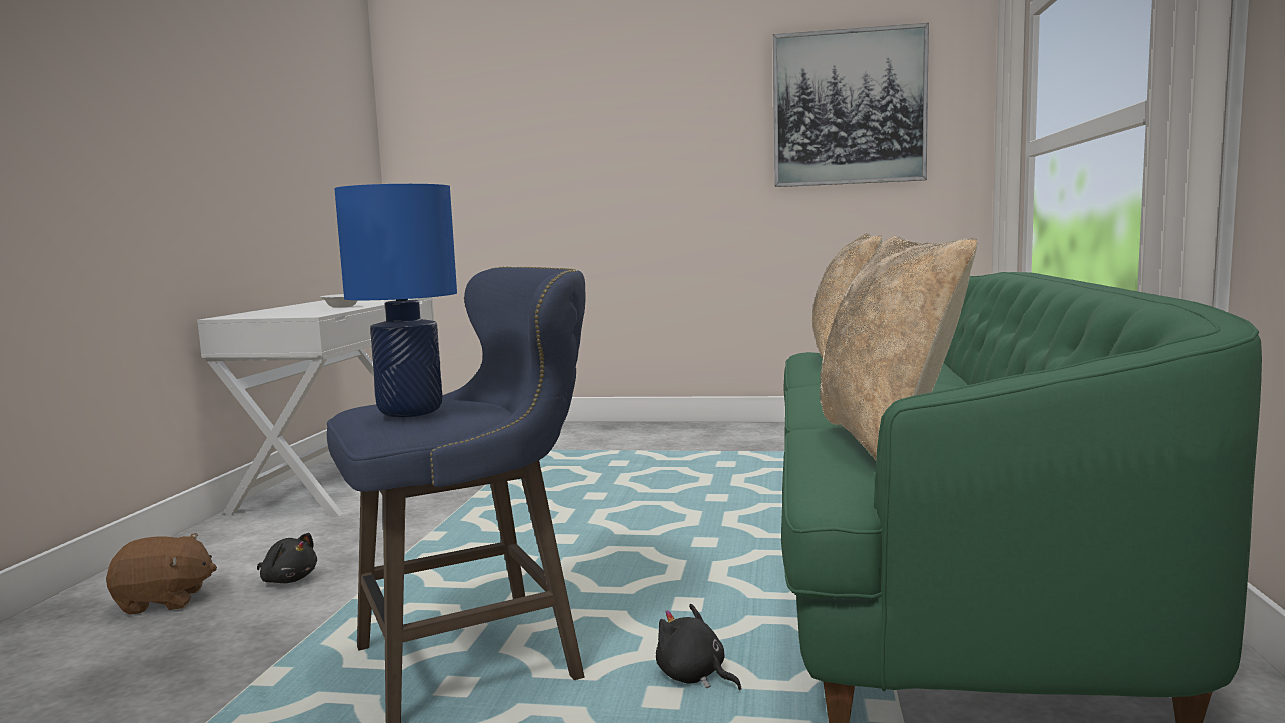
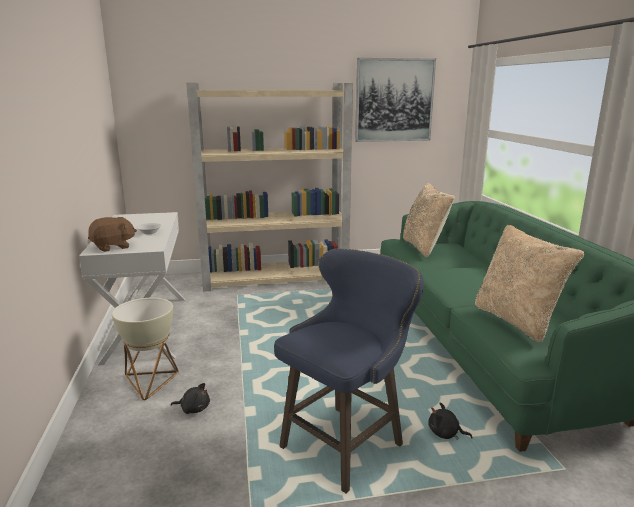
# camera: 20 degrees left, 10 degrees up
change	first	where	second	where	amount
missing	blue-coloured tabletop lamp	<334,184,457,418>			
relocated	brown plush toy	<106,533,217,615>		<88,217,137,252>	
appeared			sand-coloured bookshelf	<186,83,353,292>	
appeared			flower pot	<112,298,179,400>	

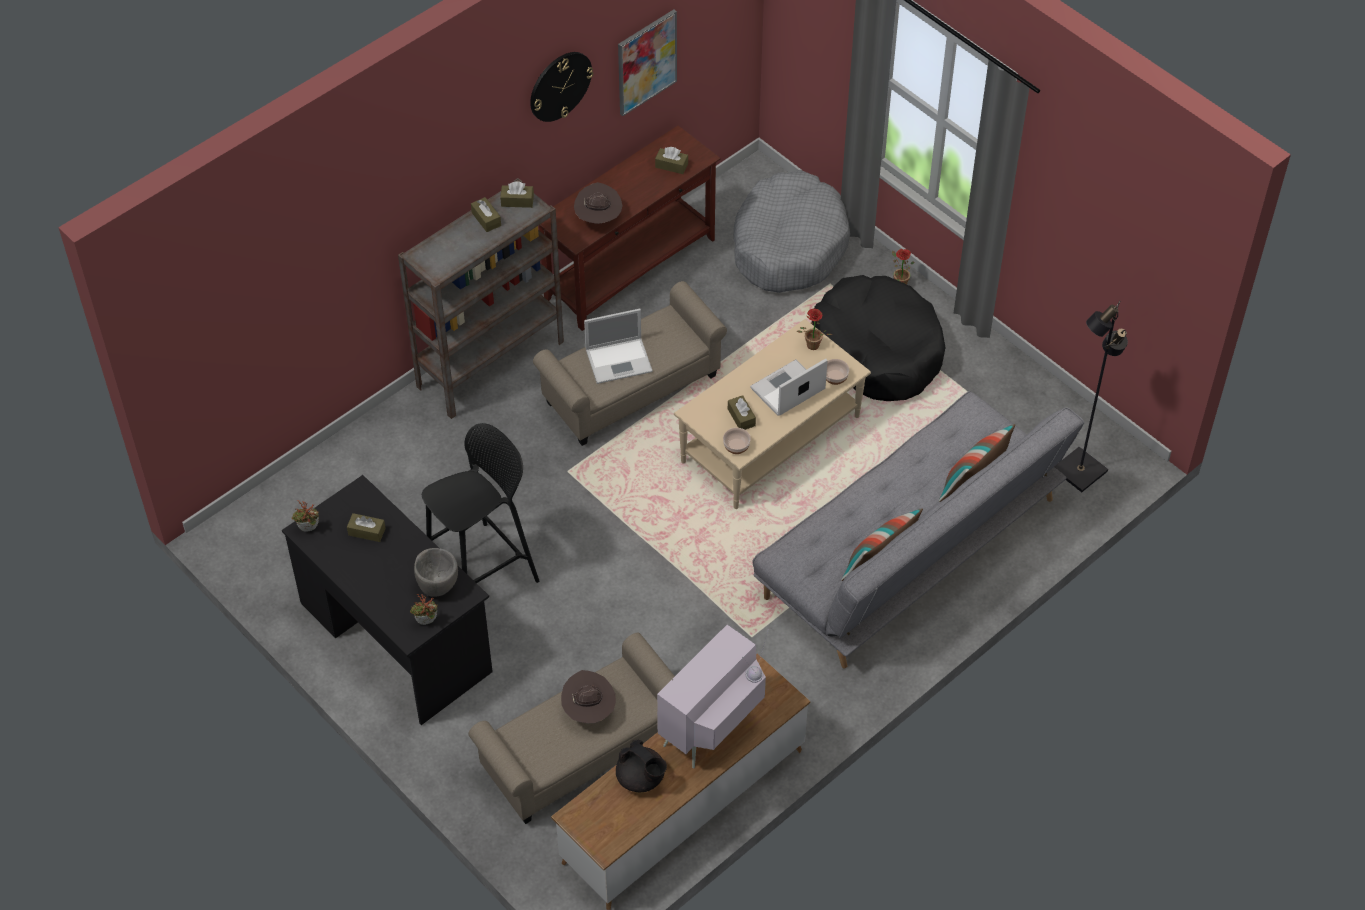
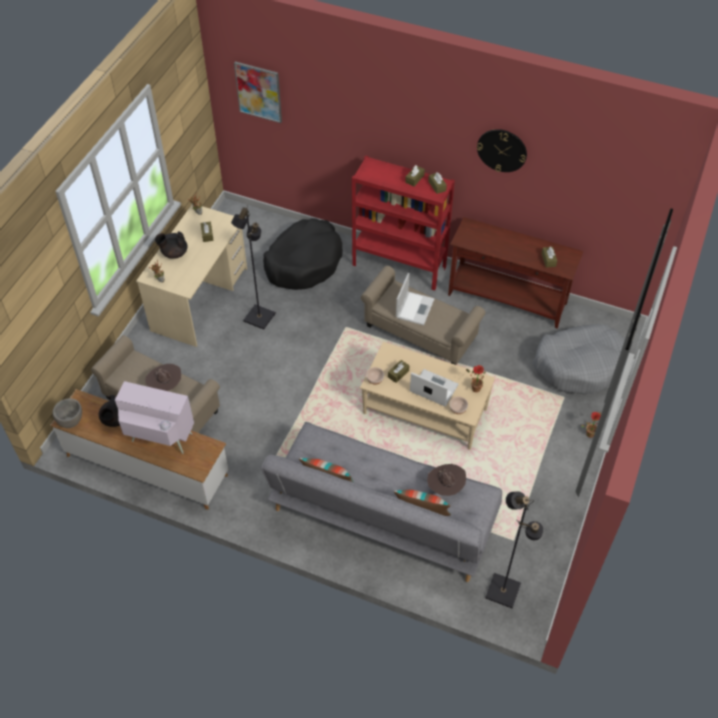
# camera: 65 degrees right, 0 degrees up
change	first	where	second	where	amount
relocated	wall picture	<618,9,677,116>		<234,61,282,123>	
colour	grey bookshelf	<398,178,564,419>	reddish bookshelf	<352,155,455,291>	
relocated	brown clothing hat	<574,182,622,224>		<427,464,466,496>	
relocated	black dog bed	<812,275,945,401>		<263,218,343,290>	
spun	notebook computer	<584,309,653,384>		<396,273,435,325>	120 degrees counterclockwise
exchanged	black stool	<422,423,539,583>	black standard lamp	<231,204,276,330>	
colour	black desk	<282,475,493,725>	sand-coloured desk	<136,205,247,347>	
relocated	grey deep dish	<414,548,458,596>		<53,398,82,428>	
appeared			black pot for tea	<155,231,188,259>	

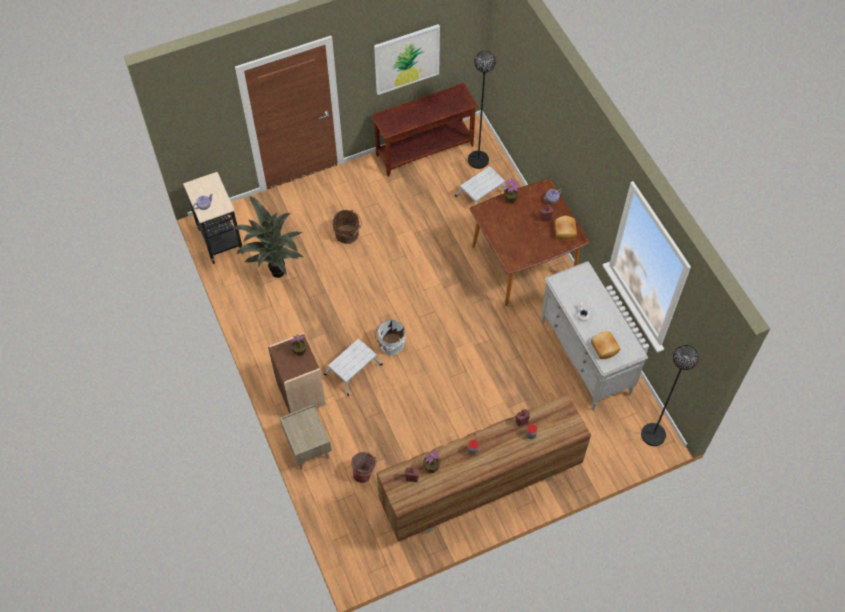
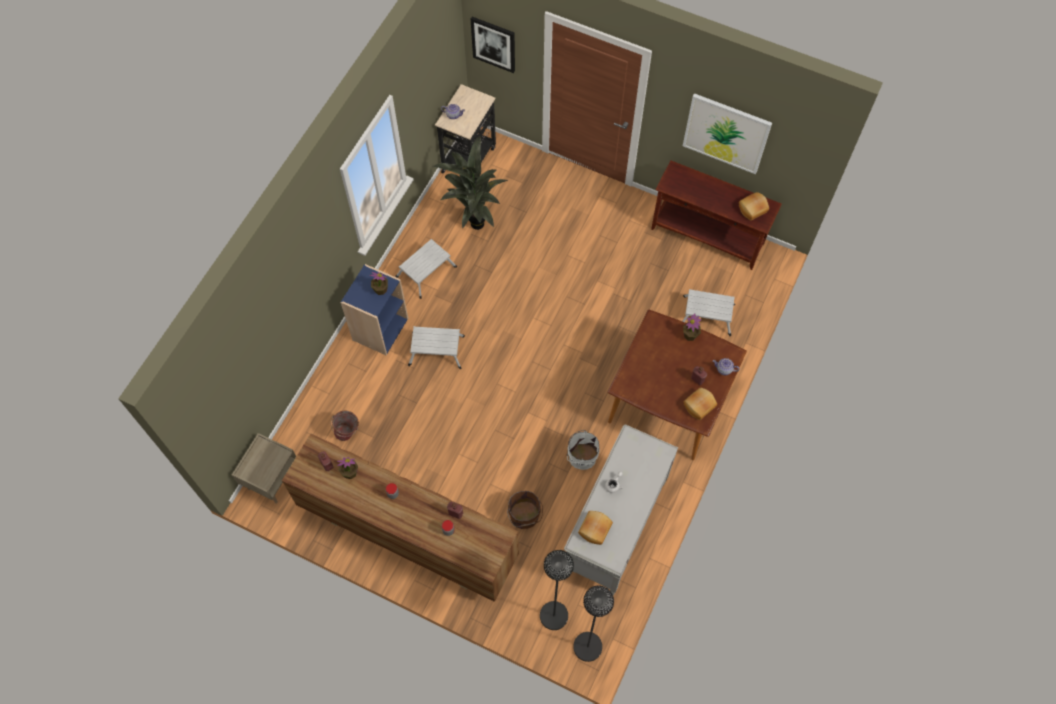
# camera: 50 degrees right, 5 degrees up
change	first	where	second	where	amount
relocated	black standard lamp	<468,51,496,169>		<540,550,574,630>	
relocated	brown bucket	<333,210,362,244>		<507,491,543,529>	
relocated	white bucket	<375,320,406,355>		<567,430,600,470>	
colour	brown bookshelf	<268,333,326,413>	blue-coloured bookshelf	<340,264,408,355>	
relocated	sand-coloured bedside table	<280,404,332,470>		<232,433,296,504>	
appeared			wall picture	<471,17,515,73>	
appeared			baked bread	<739,192,769,220>	
appeared			white step stool	<395,239,457,299>	

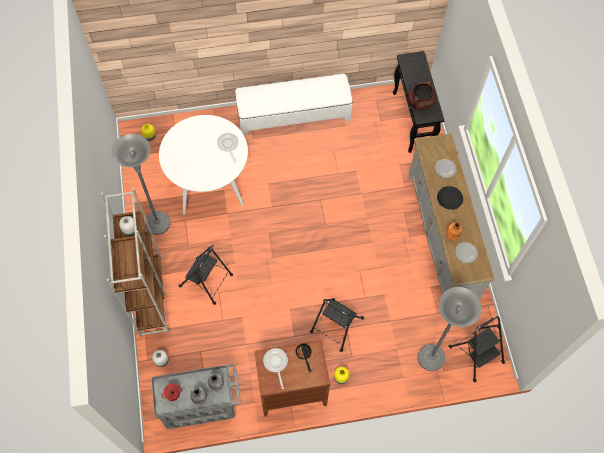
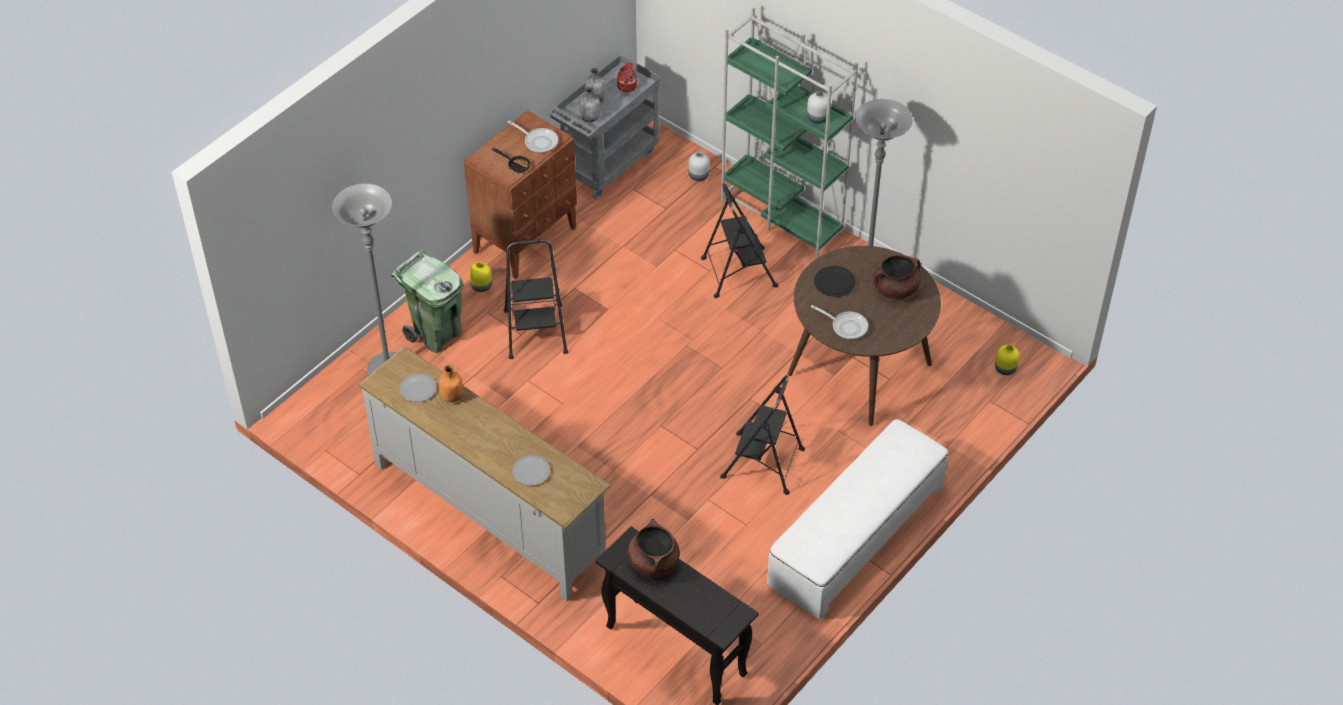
# camera: 140 degrees right, 15 degrees down
change	first	where	second	where	amount
colour	white dining table	<159,115,248,215>	brown dining table	<788,246,941,426>	
relocated	black dinner plate	<437,186,463,210>		<814,266,856,297>	
colour	brown bookshelf	<101,188,169,337>	green-coloured bookshelf	<721,7,858,258>	
relocated	black step stool	<448,316,505,382>		<720,375,805,495>	
appeared			green-coloured rubbish bin	<391,250,463,353>	
appeared			brown cooking pot	<873,254,921,299>	

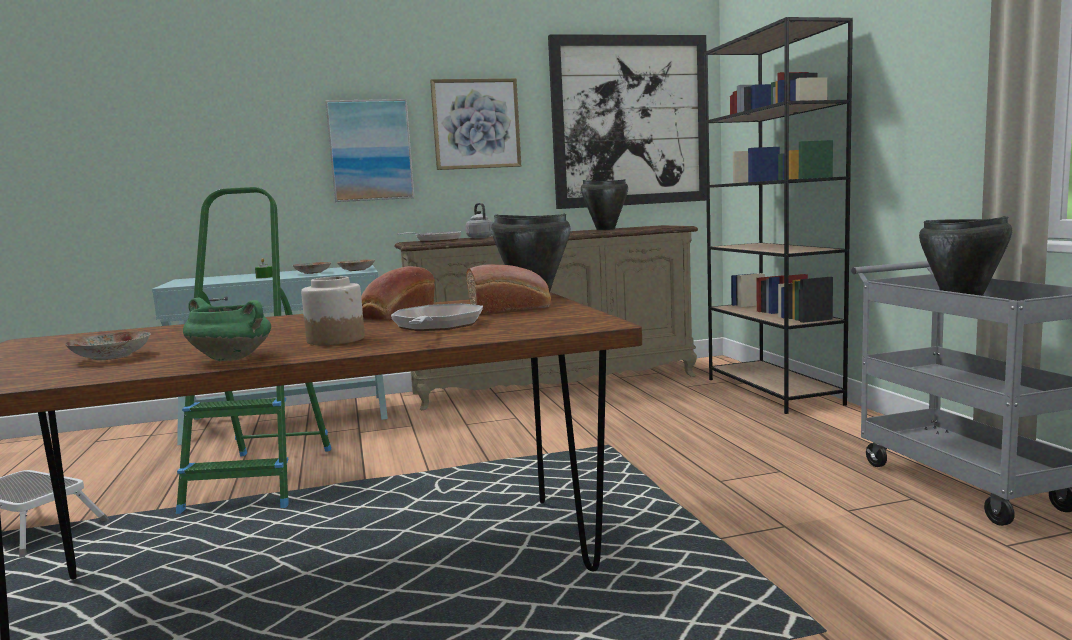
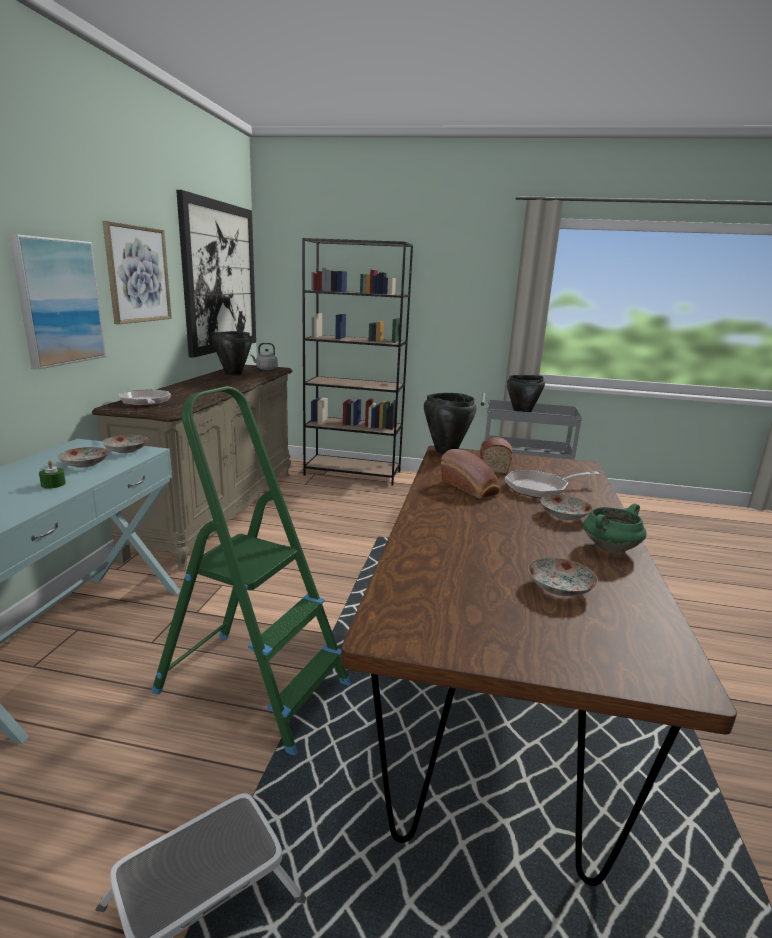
# camera: 65 degrees left, 10 degrees up
change	first	where	second	where	amount
relocated	grey kettle	<466,203,493,238>		<250,343,278,370>	
exchanged	storage jar	<301,276,365,345>	dinner plate	<540,495,593,520>	
spun	skillet	<391,303,483,331>		<505,470,600,498>	45 degrees counterclockwise

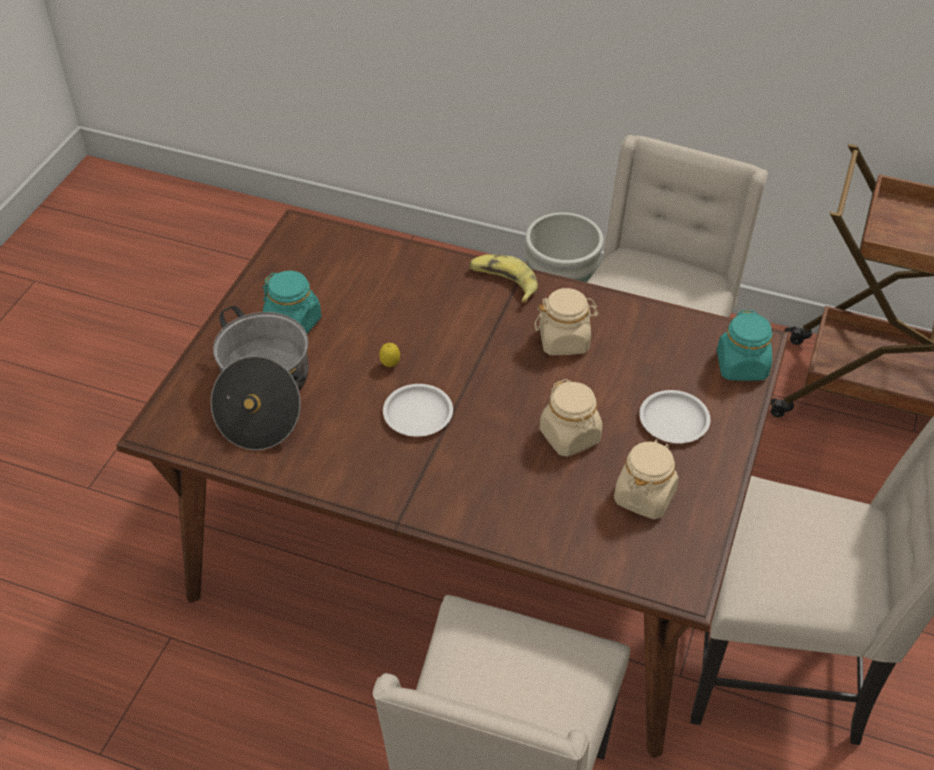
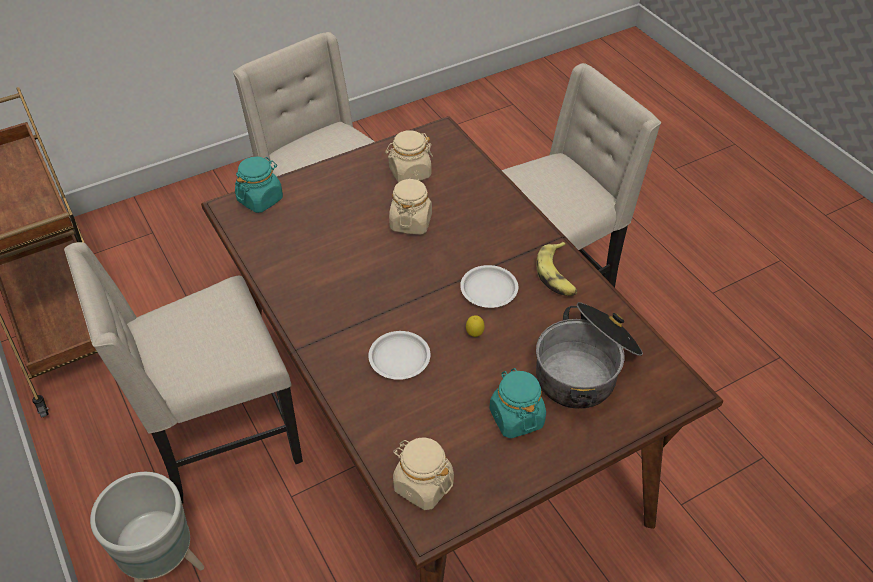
# camera: 140 degrees left, 0 degrees up
change	first	where	second	where	amount
relocated	whole banana	<469,254,538,303>		<537,242,577,296>	
relocated	sand-coloured storage jar	<535,288,599,355>		<393,438,454,510>	
relocated	white dinner plate	<639,390,710,443>		<368,331,431,380>	

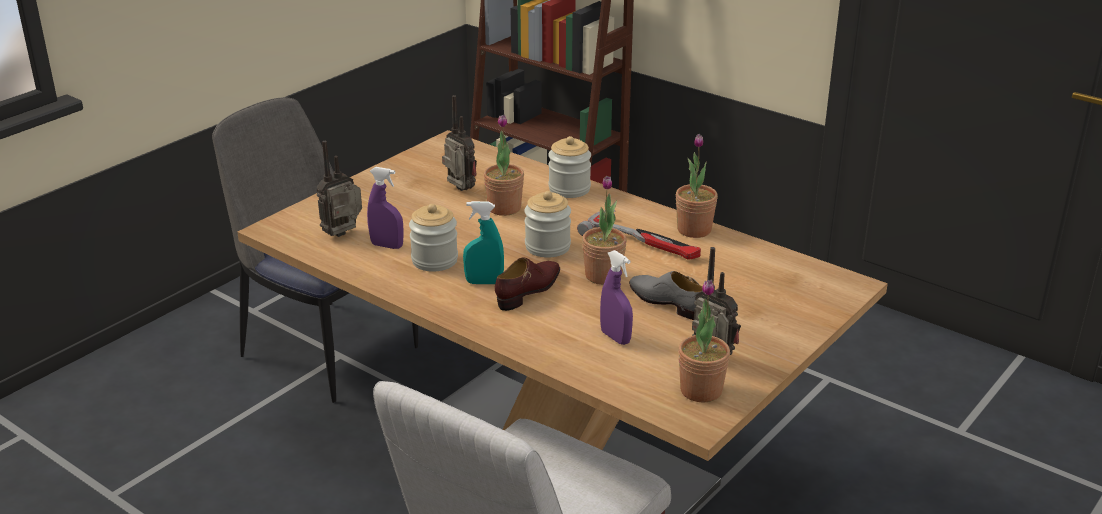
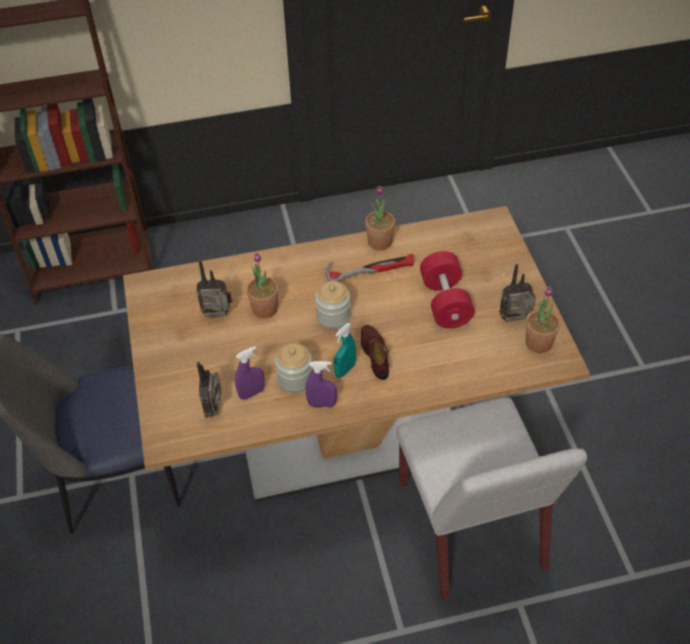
# camera: 50 degrees left, 20 degrees up
change	first	where	second	where	amount
missing	storage jar	<548,136,591,198>			
missing	houseplant	<582,176,627,285>			
relocated	purplish hand sprayer	<600,250,633,345>		<306,361,337,407>	
exchanged	grey item of footwear	<629,271,703,320>	reddish dumbbell	<420,251,474,328>	

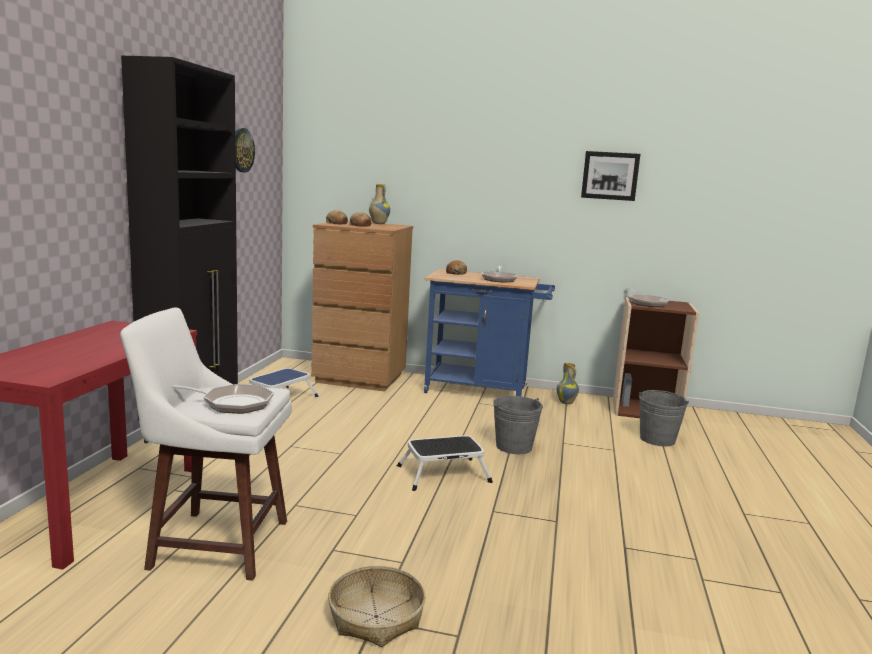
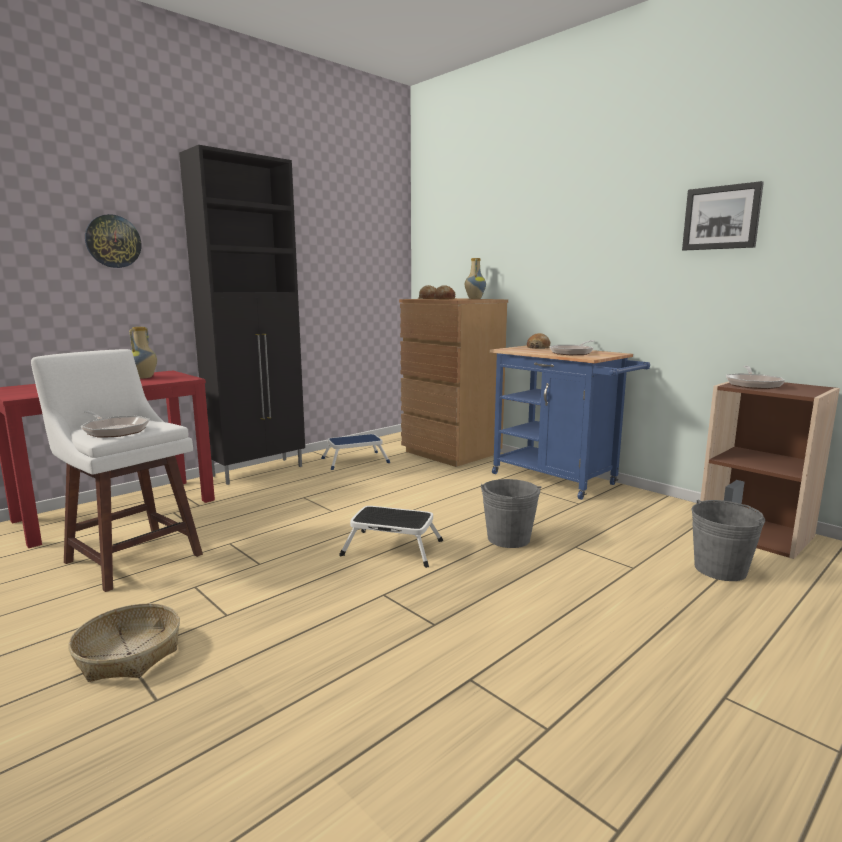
# camera: 35 degrees right, 0 degrees up
change	first	where	second	where	amount
relocated	clock on the wall	<235,128,255,172>		<85,214,141,268>	
relocated	decorative vase	<557,363,579,404>		<129,327,157,378>	

